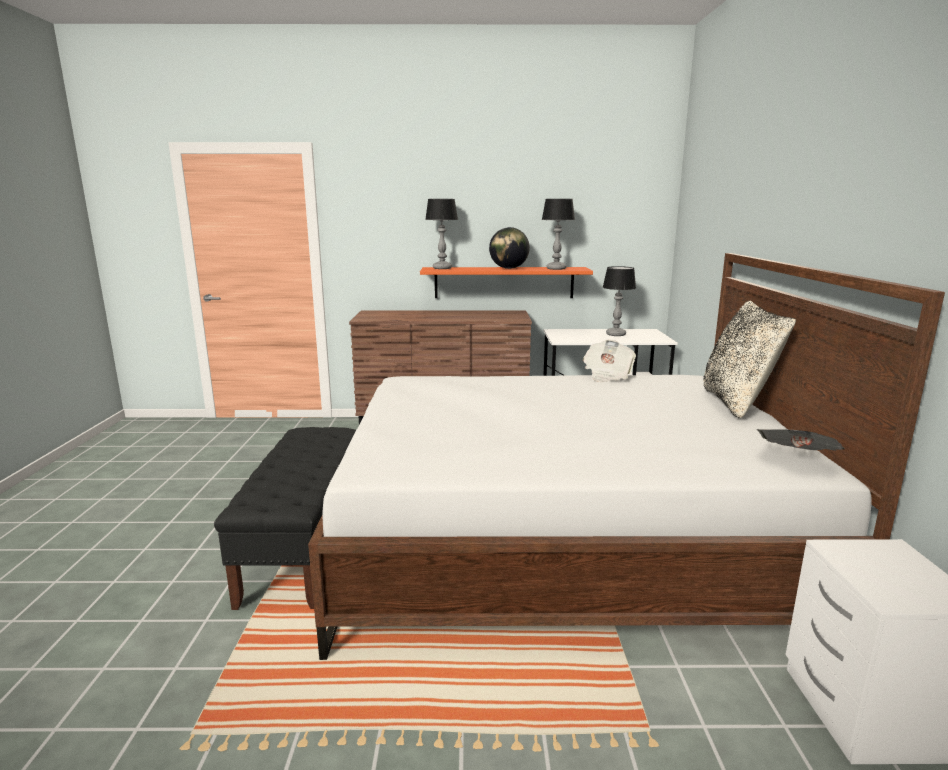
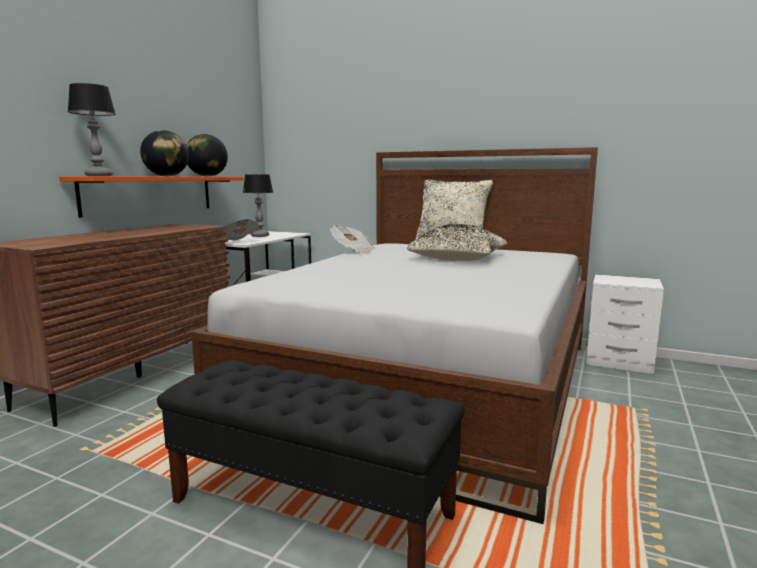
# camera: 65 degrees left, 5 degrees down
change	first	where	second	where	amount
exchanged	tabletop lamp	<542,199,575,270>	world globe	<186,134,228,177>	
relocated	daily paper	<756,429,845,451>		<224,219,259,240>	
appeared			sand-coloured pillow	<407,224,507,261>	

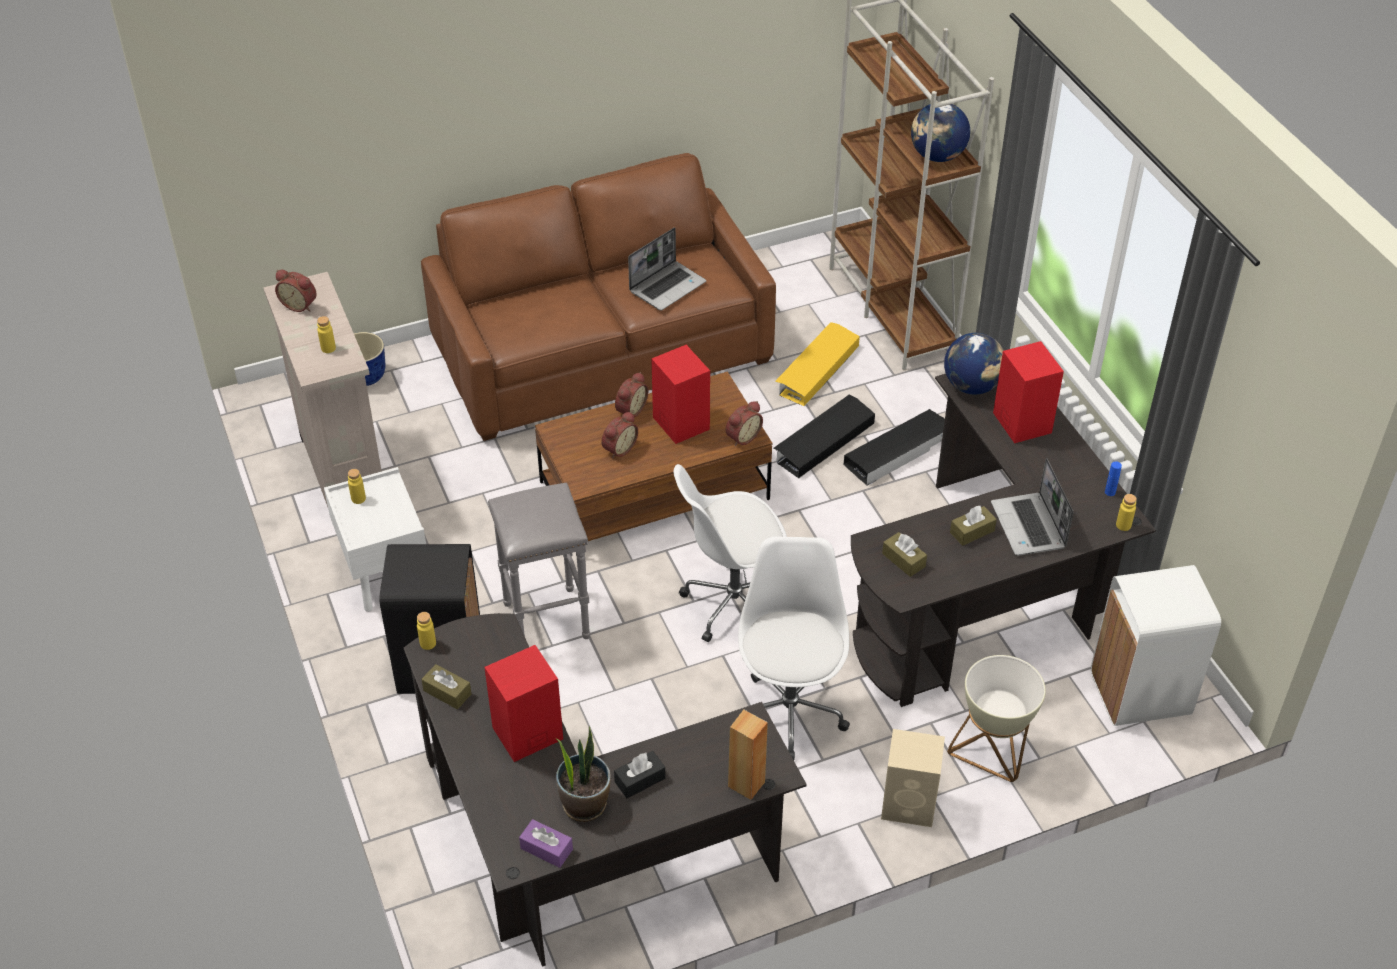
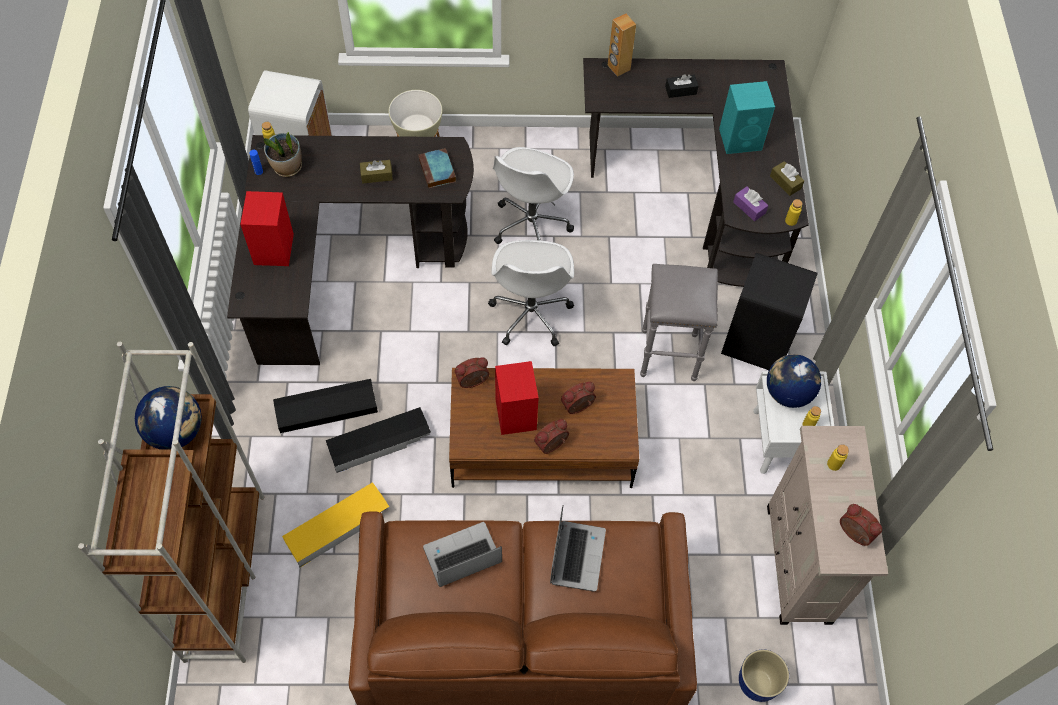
# camera: 160 degrees left, 15 degrees up
change	first	where	second	where	amount
relocated	world globe	<944,333,1004,395>		<767,354,821,408>	
relocated	notebook computer	<991,458,1073,556>		<550,506,606,592>	
spun	white computer chair	<674,464,787,642>		<488,240,574,346>	90 degrees clockwise
exchanged	brown tissue holder	<882,532,927,577>	book	<418,148,456,188>	
colour	reddish loudspeaker	<484,645,563,762>	blue-green loudspeaker	<719,81,775,154>	
relocated	houseplant	<556,726,611,822>		<264,132,302,177>	
missing	sand-coloured loudspeaker	<881,729,945,827>			
relocated	purplish tissue holder	<519,819,573,868>		<733,186,768,221>	

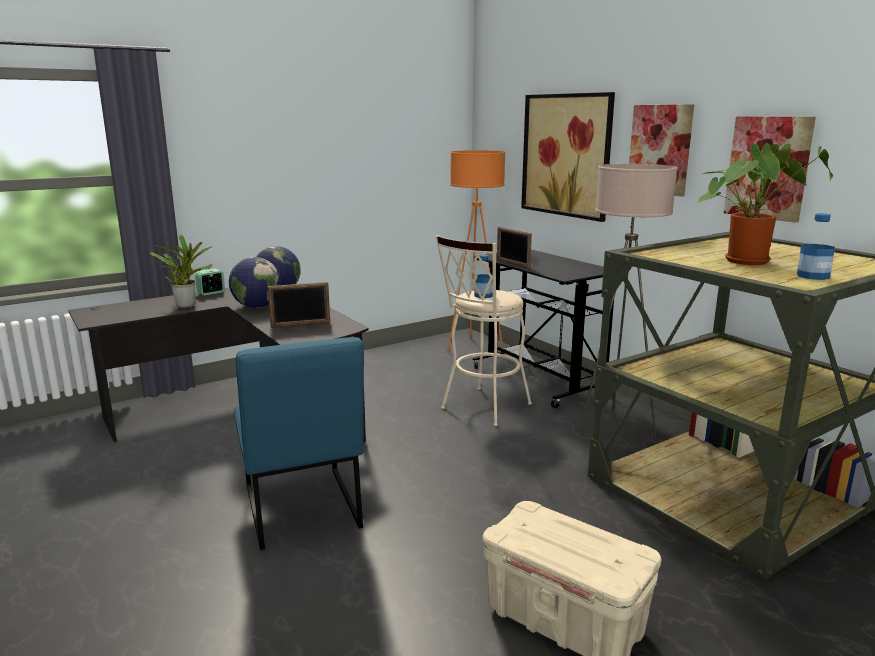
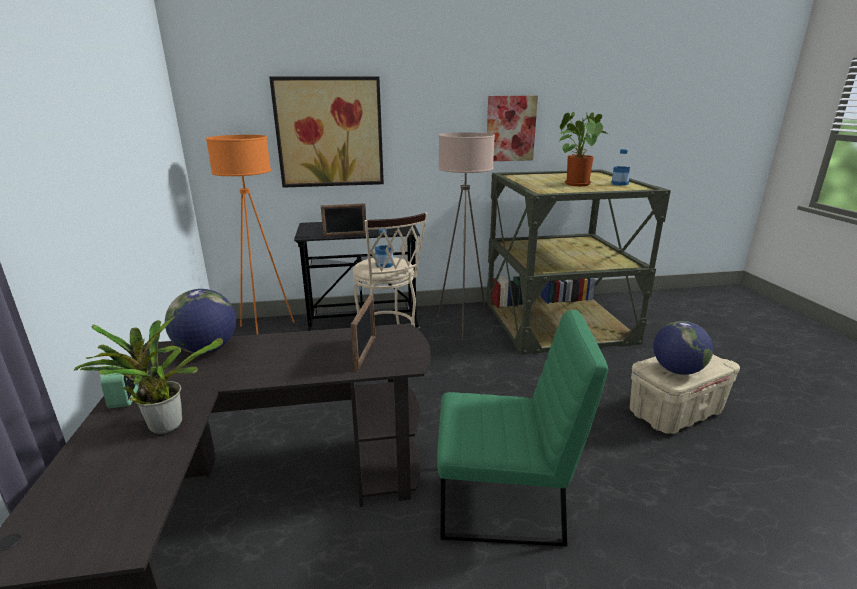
# camera: 65 degrees left, 5 degrees up
change	first	where	second	where	amount
missing	wall picture	<629,104,694,197>			
relocated	world globe	<229,257,281,308>		<653,321,713,375>	
colour	blue-coloured plain chair	<234,337,364,550>	green-coloured plain chair	<437,310,608,547>	

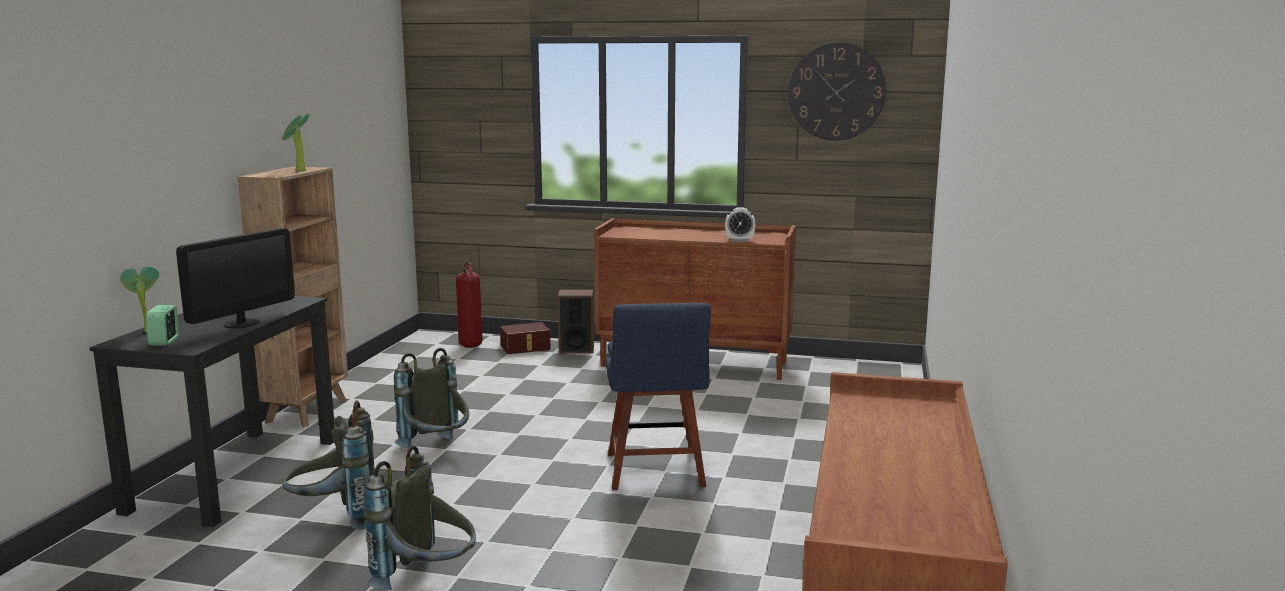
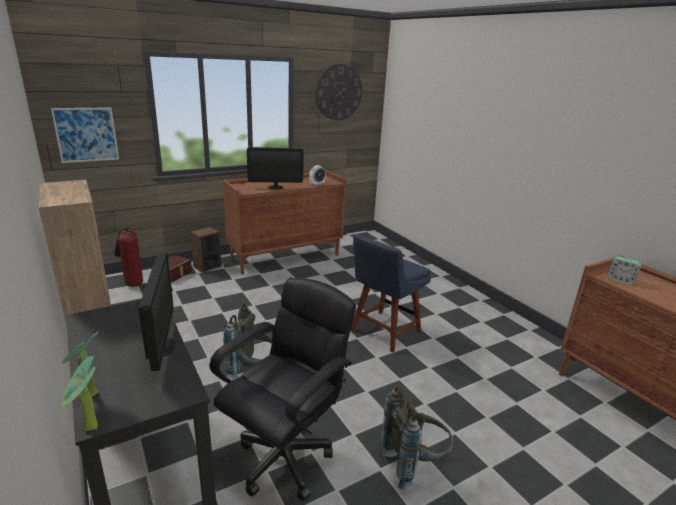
# camera: 45 degrees left, 10 degrees up
change	first	where	second	where	amount
relocated	houseplant	<282,114,309,171>		<61,356,98,432>	
spun	blue-coloured plain chair	<606,303,711,490>		<351,234,431,353>	90 degrees clockwise
relocated	alarm clock	<146,305,179,346>		<607,256,641,285>	
exchanged	grey rucksack	<282,400,375,530>	black computer chair	<209,277,356,501>	
appeared			wall picture	<51,107,119,163>	
appeared			monitor	<247,147,304,189>	

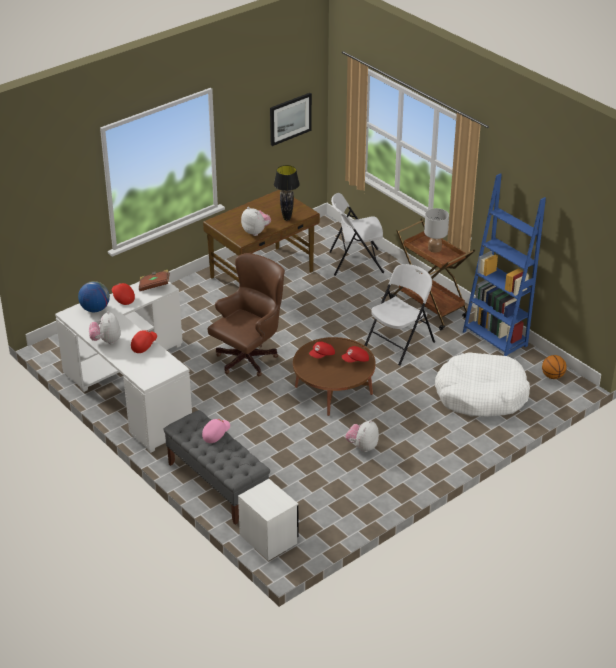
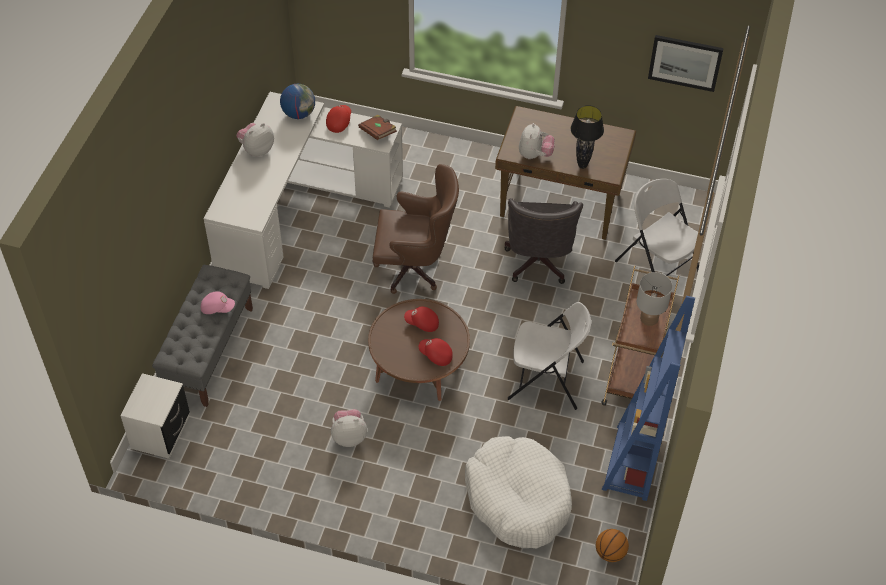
# camera: 55 degrees right, 15 degrees up
change	first	where	second	where	amount
missing	reddish peaked cap	<131,330,157,353>			
appeared			grey computer chair	<504,198,583,284>	

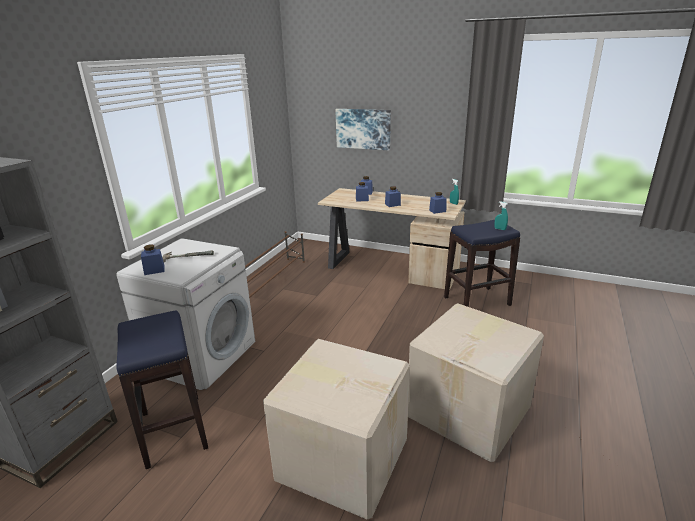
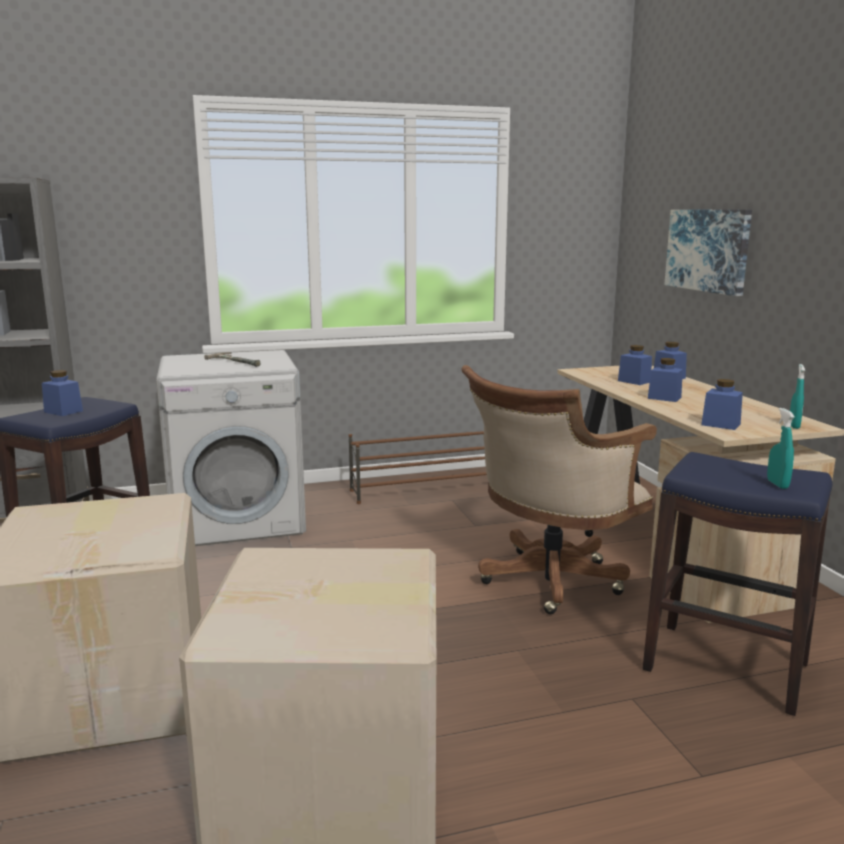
# camera: 50 degrees right, 10 degrees down
change	first	where	second	where	amount
relocated	blue-coloured storage jar	<141,245,165,275>		<42,370,83,416>	
appeared			computer chair	<461,365,657,614>	

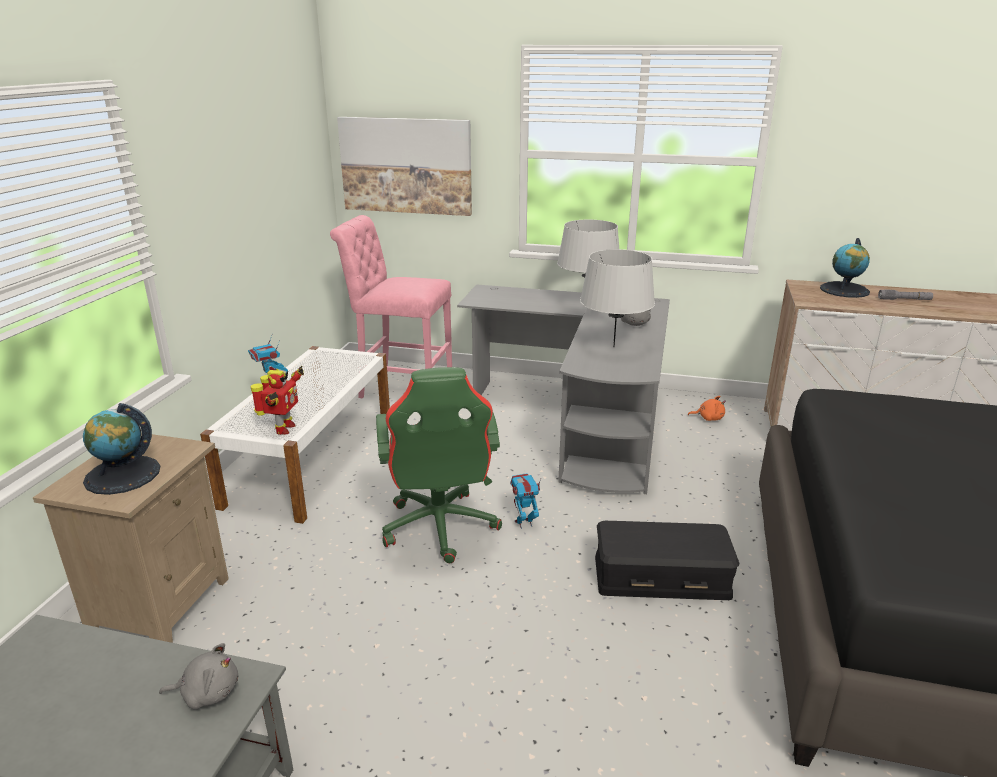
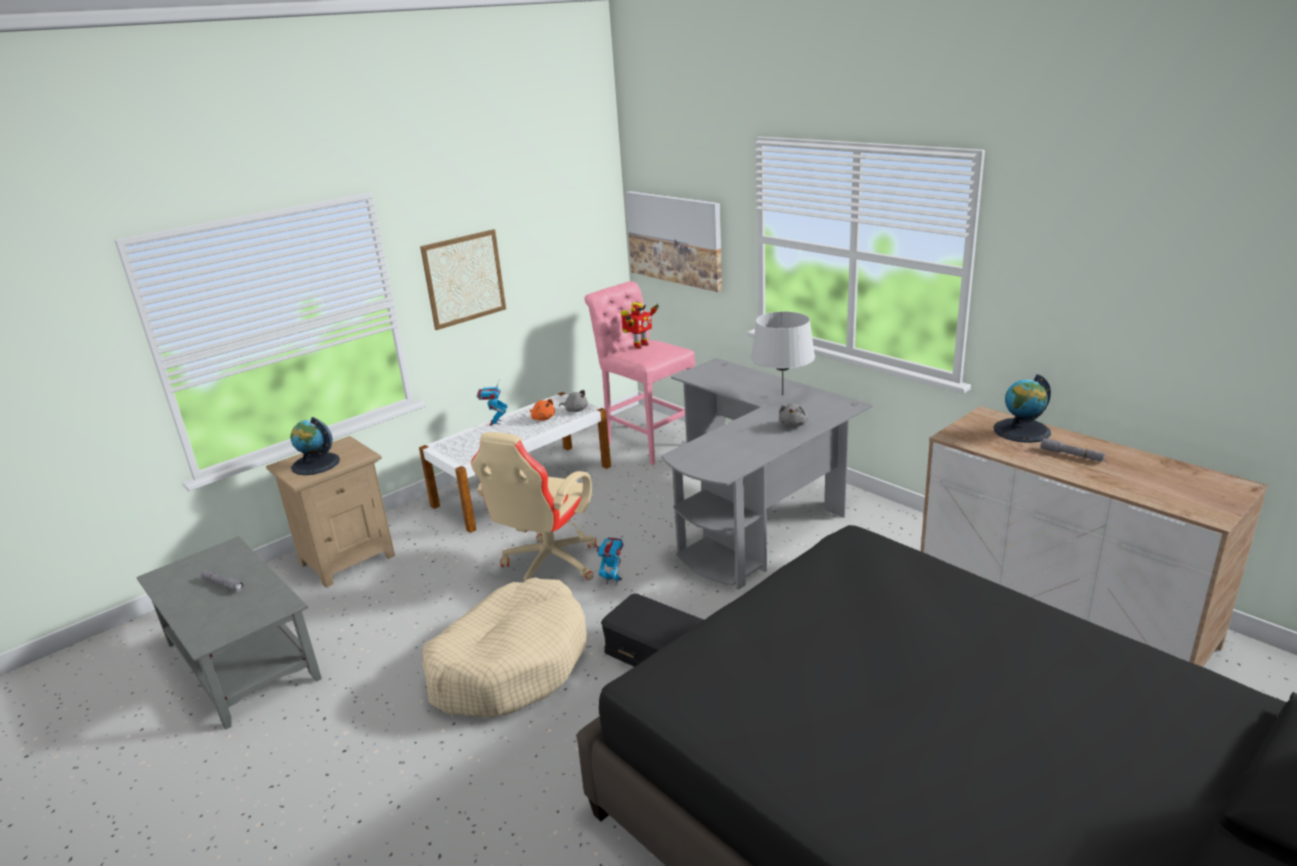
# camera: 35 degrees right, 0 degrees up
change	first	where	second	where	amount
missing	grey tabletop lamp	<580,249,655,347>			
relocated	toy robot	<251,366,304,435>		<621,302,659,349>	
colour	green-coloured computer chair	<376,367,502,563>	sand-coloured computer chair	<471,432,597,581>	
relocated	orange-coloured plush toy	<688,396,726,421>		<530,399,555,421>	
relocated	grey plush toy	<159,643,238,709>		<559,390,588,412>	
appeared			wall picture	<420,229,506,330>	
appeared			grey hand torch	<201,570,244,592>	
appeared			sand-coloured dog bed	<422,577,587,717>	

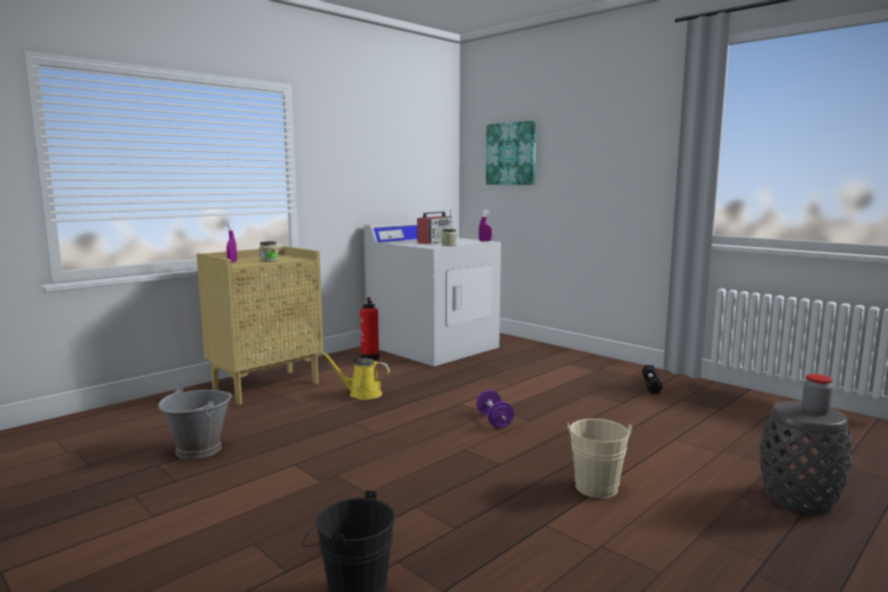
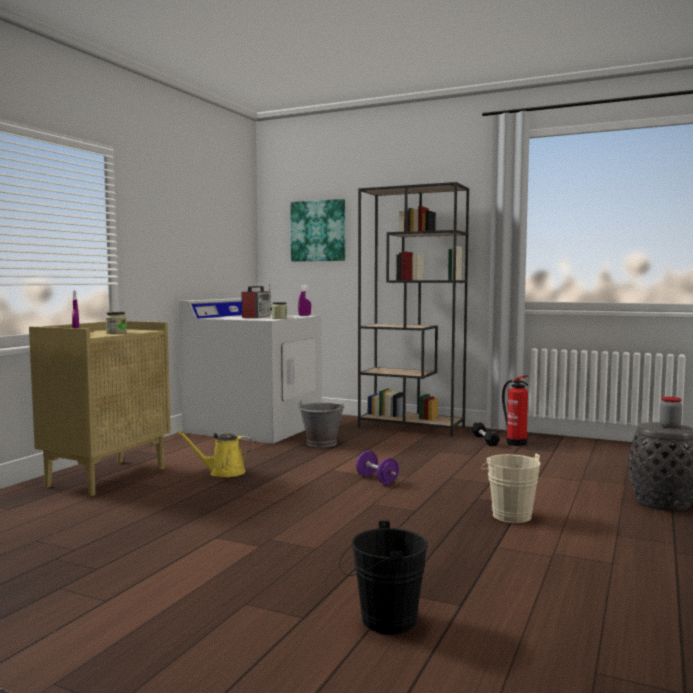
# camera: 20 degrees left, 5 degrees down
change	first	where	second	where	amount
relocated	fire extinguisher	<360,297,379,360>		<502,375,528,446>	
relocated	grey bucket	<159,387,232,459>		<298,401,345,448>	
appeared			bookshelf	<358,182,469,437>	

